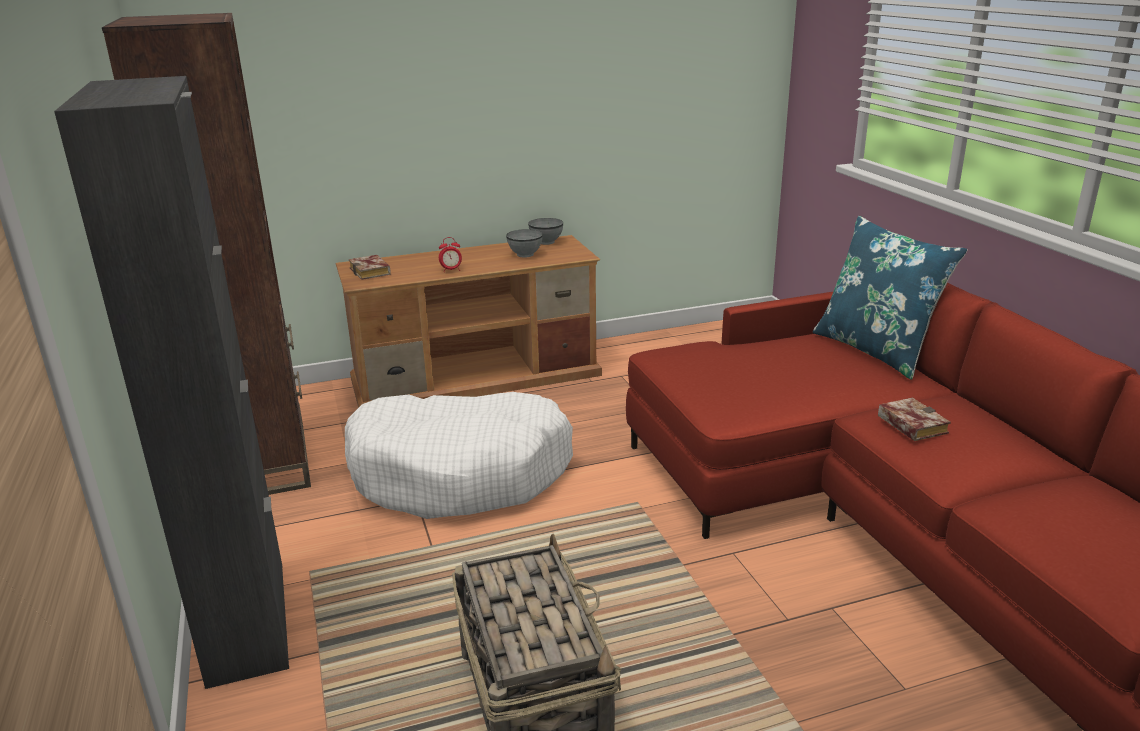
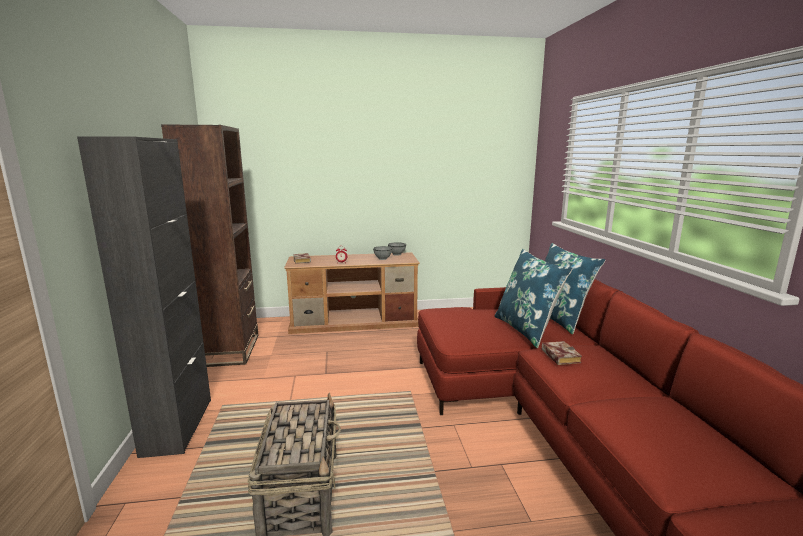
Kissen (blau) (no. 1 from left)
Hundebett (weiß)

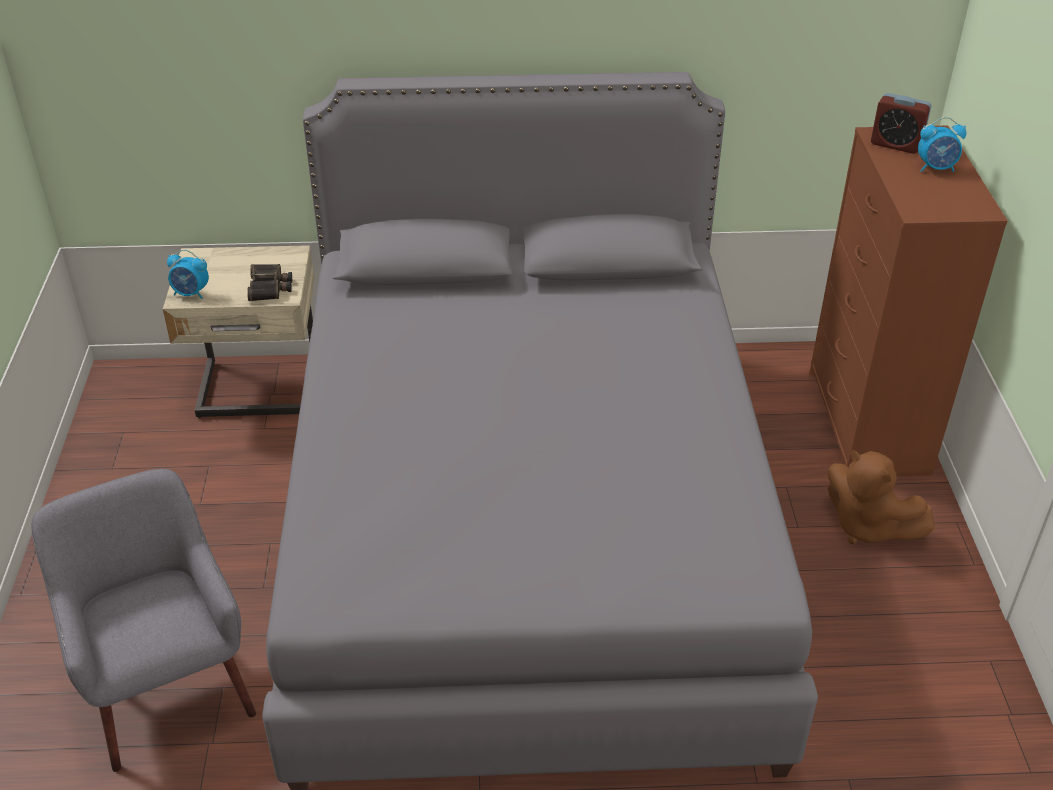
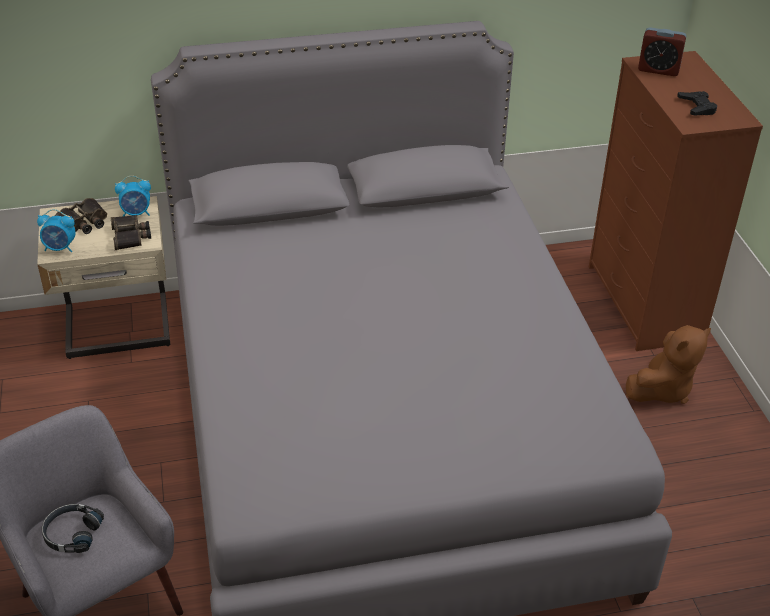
Kopfhörer (schwarz)
Fernglas (no. 1 from left)
Wecker (no. 2 from left)
Plüschtier (braun)
Gamepad (schwarz)

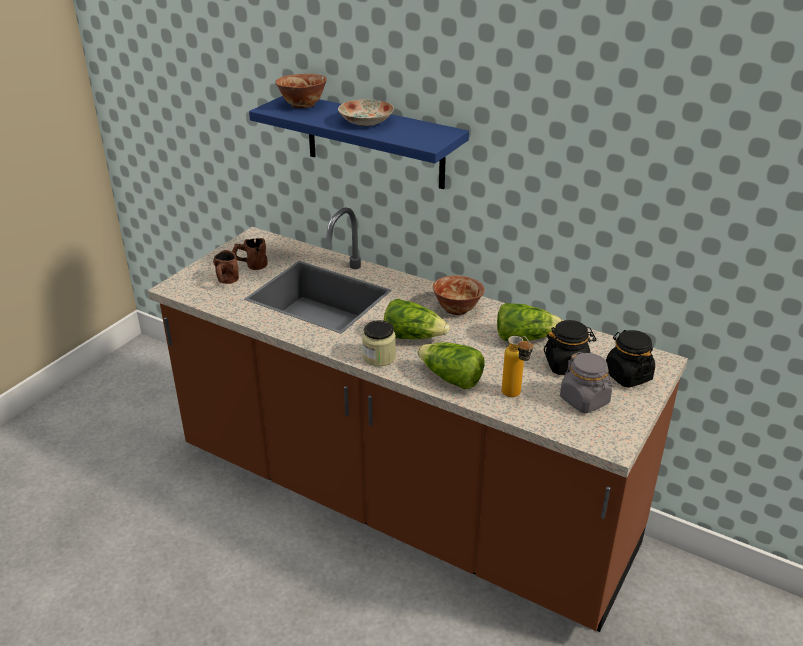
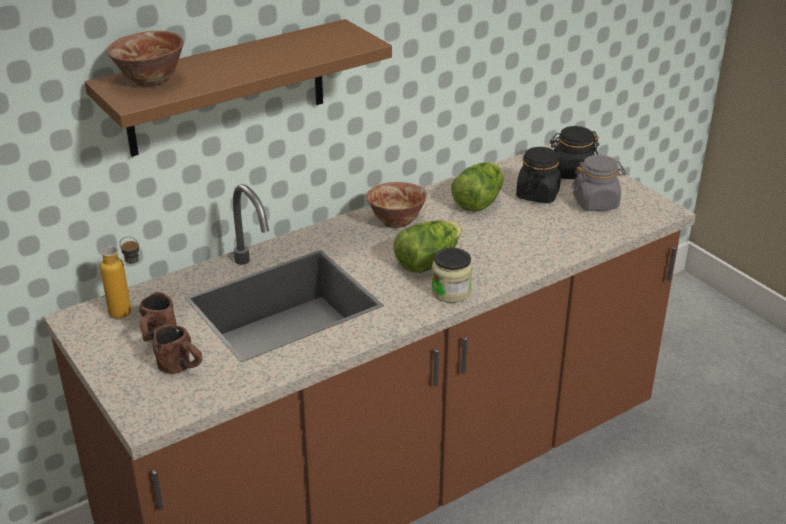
Wandregal (braun)
Flasche
Teller
Salatkopf (no. 2 from left in the first image)

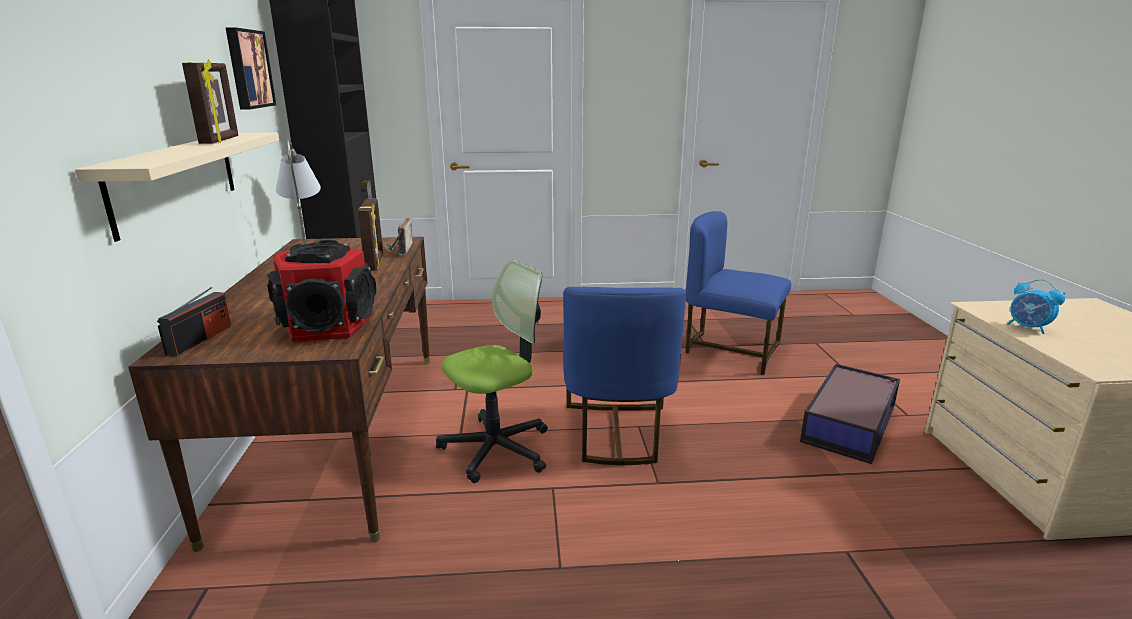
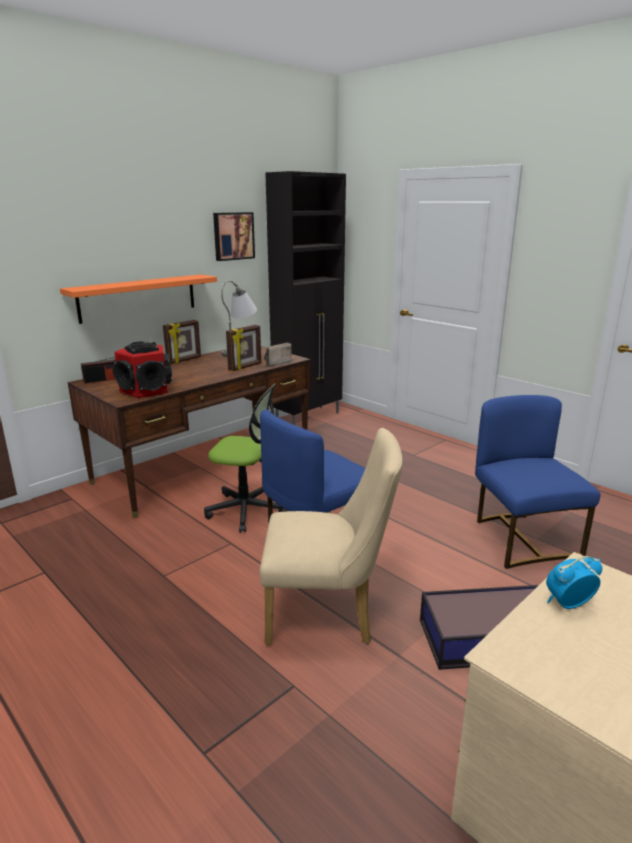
Wandregal (orange)
Bilderrahmen (no. 1 from left)
Stuhl (beige)
Wecker

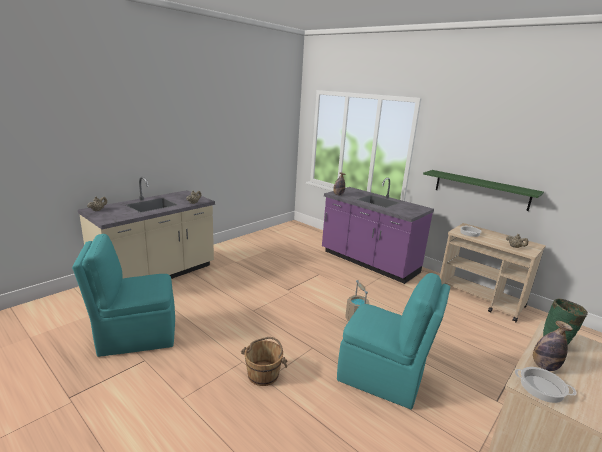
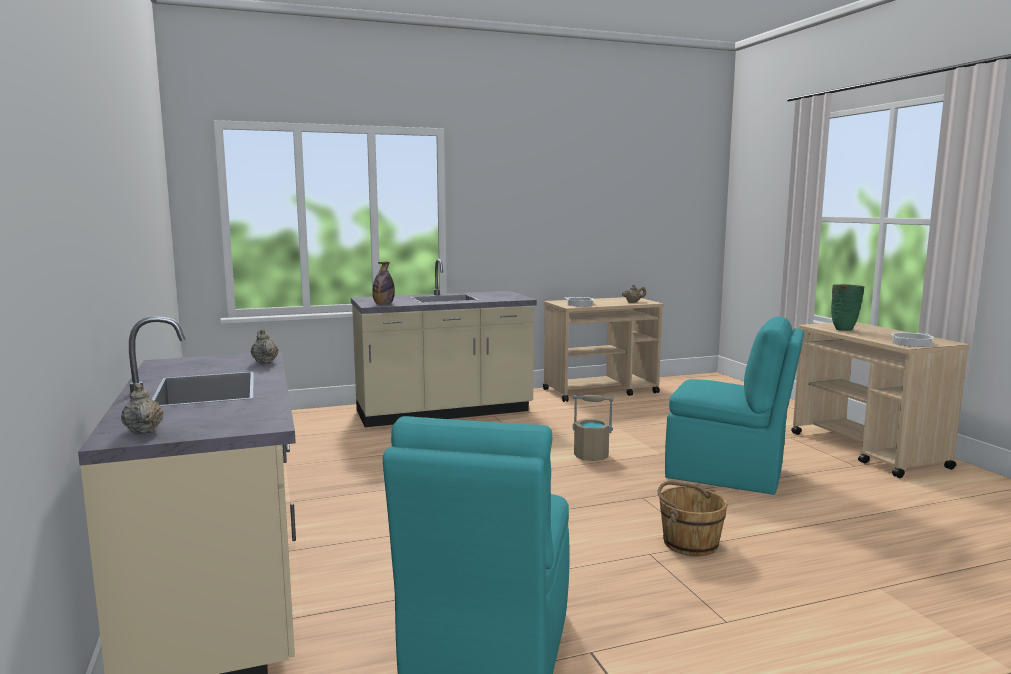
Küchenzeile (beige) (no. 2 from left)
Stuhl (türkis) (no. 2 from left)
Wandregal (grün)
Flasche (no. 2 from left in the first image)

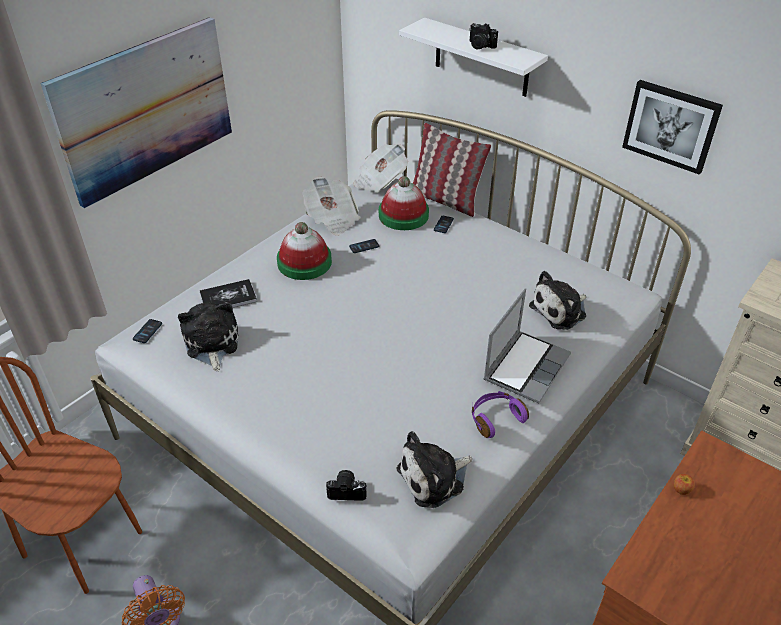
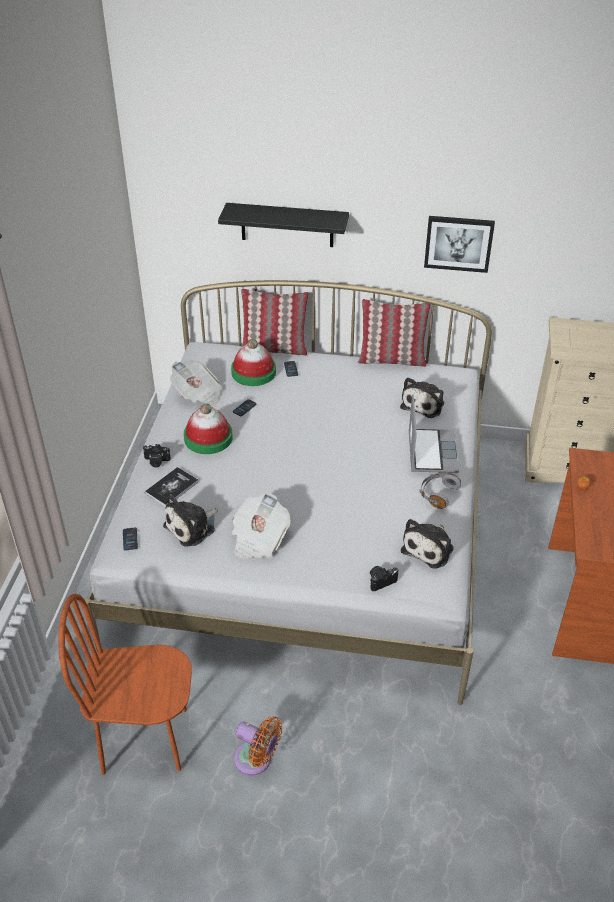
Kamera (no. 1 from left)
Plüschtier (no. 1 from left)
Wandregal (schwarz)
Zeitung (no. 2 from left)
Kissen (no. 2 from left)
Kopfhörer (grau)
Bild (no. 1 from left in the first image)

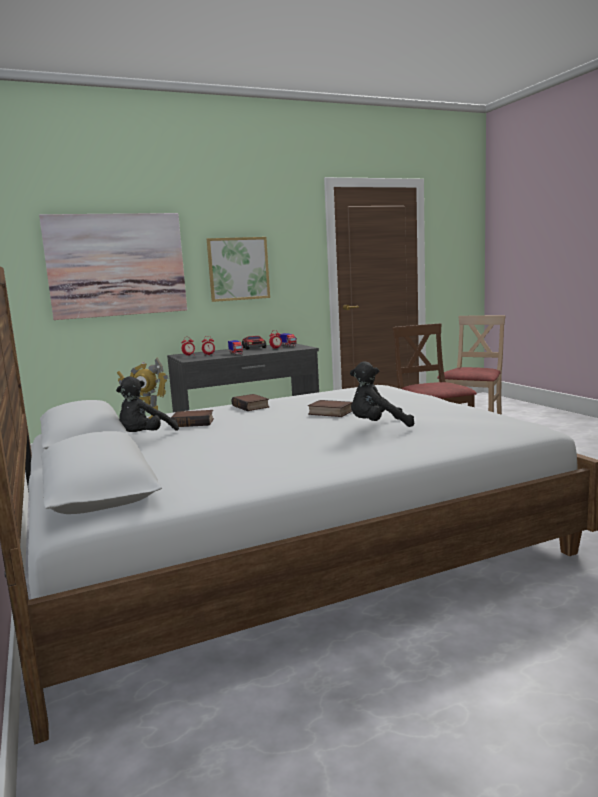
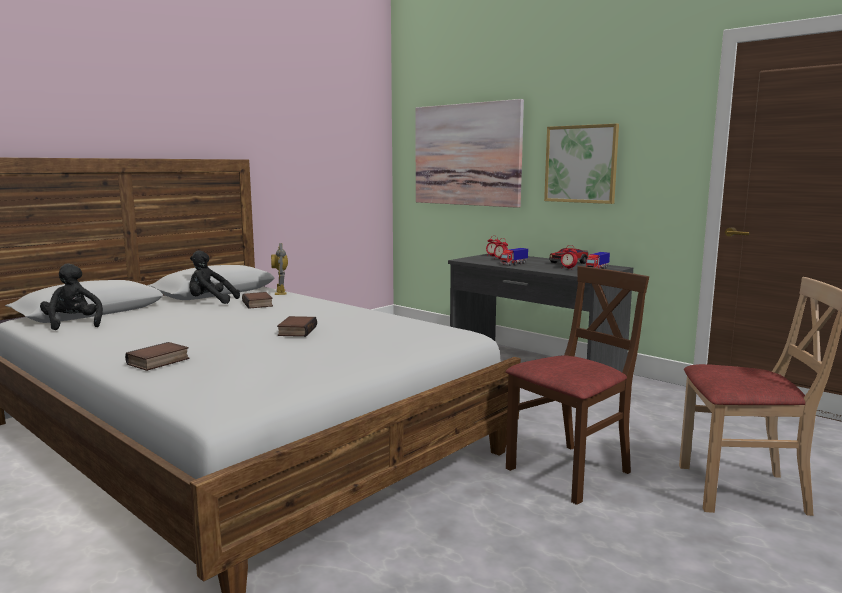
Plüschtier (schwarz) (no. 1 from left)
Buch (no. 1 from left)

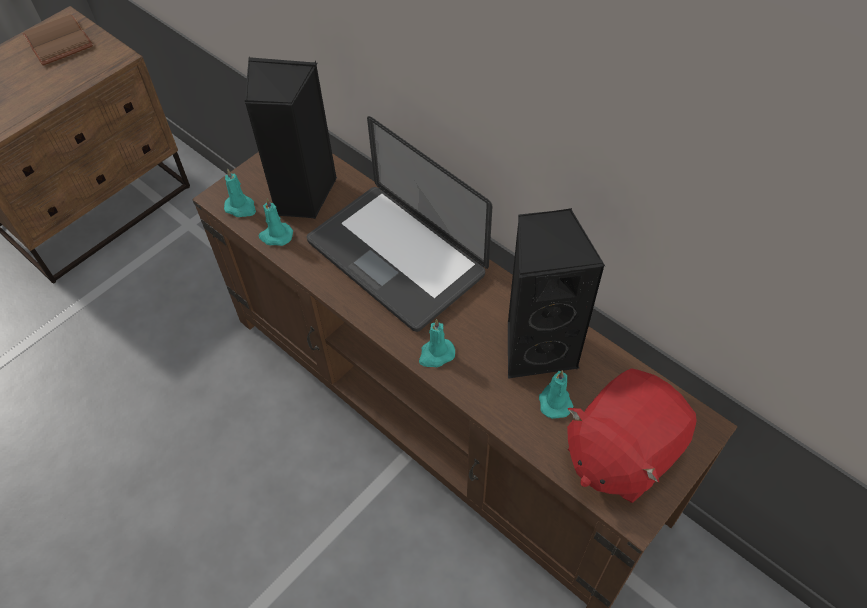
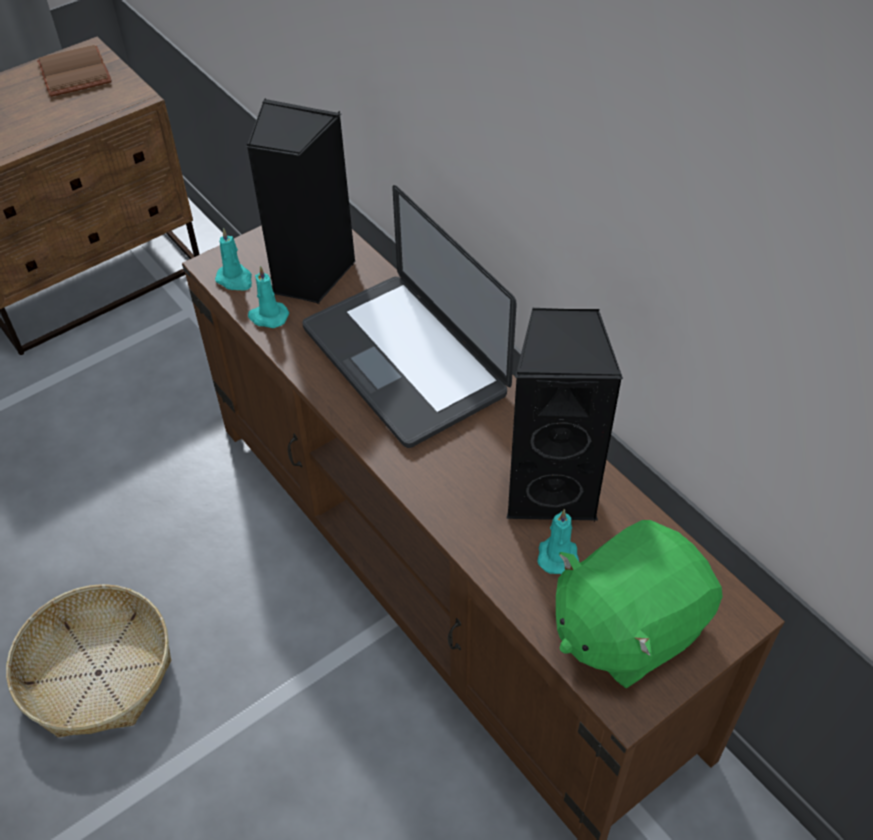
Korb
Plüschtier (grün)
Kerze (türkis) (no. 3 from left in the first image)

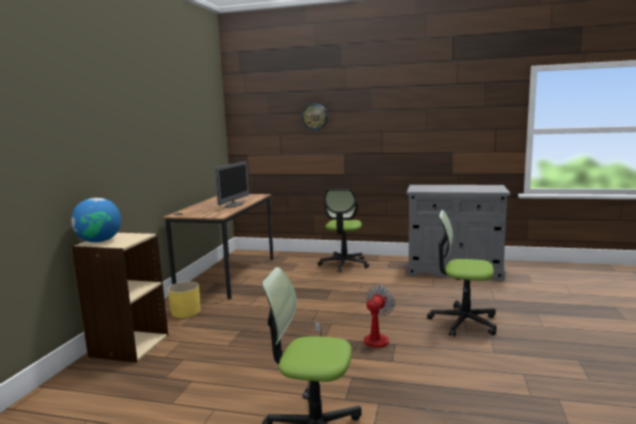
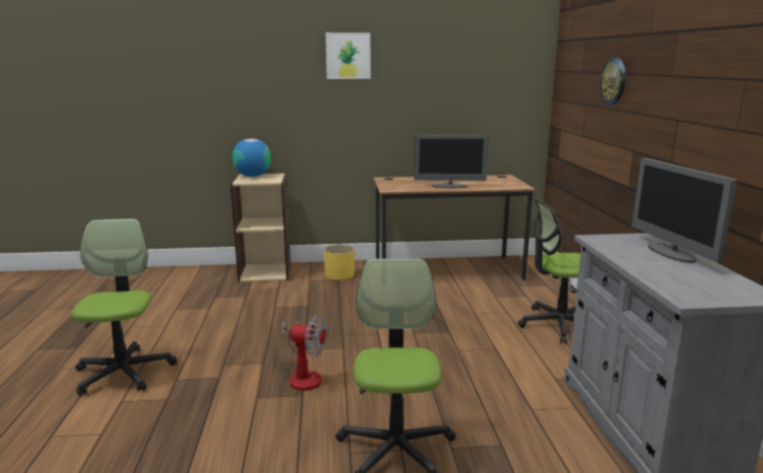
Bild
Monitor (no. 2 from left)

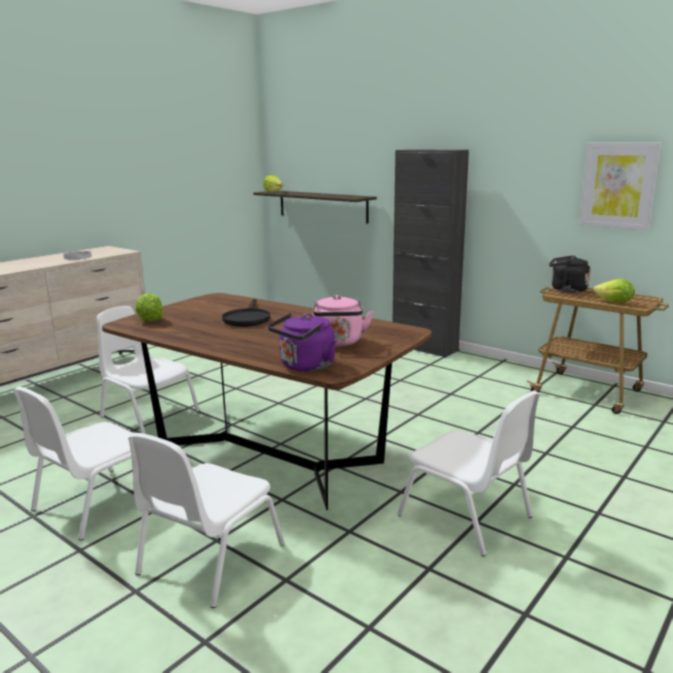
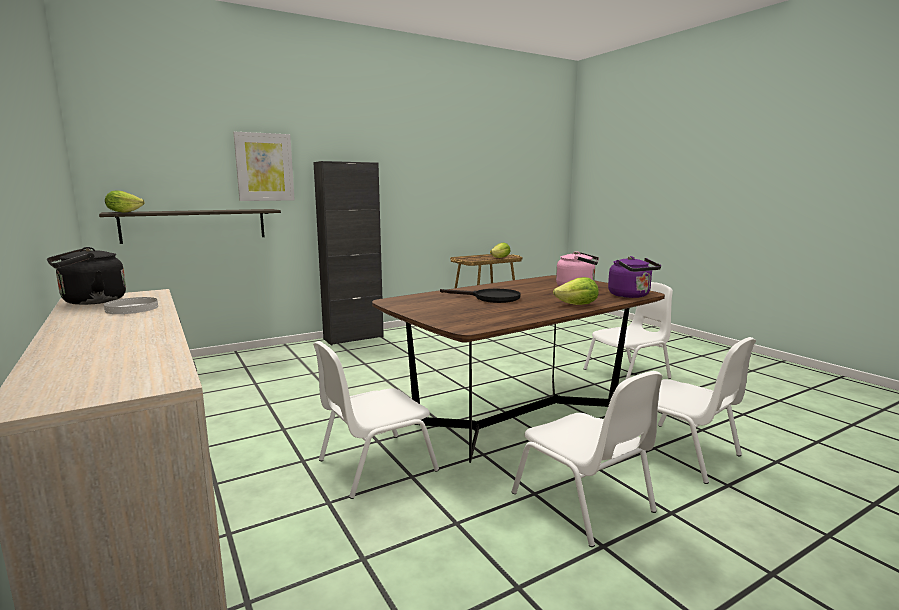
Wasserkessel (schwarz)
Bild
Salatkopf (no. 3 from left)

